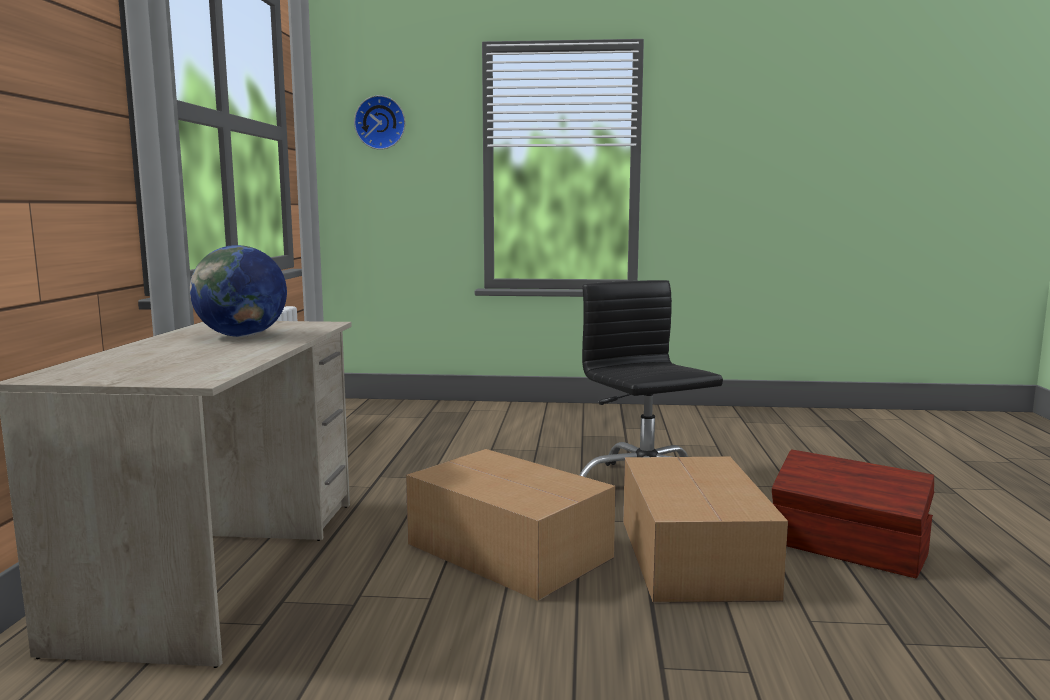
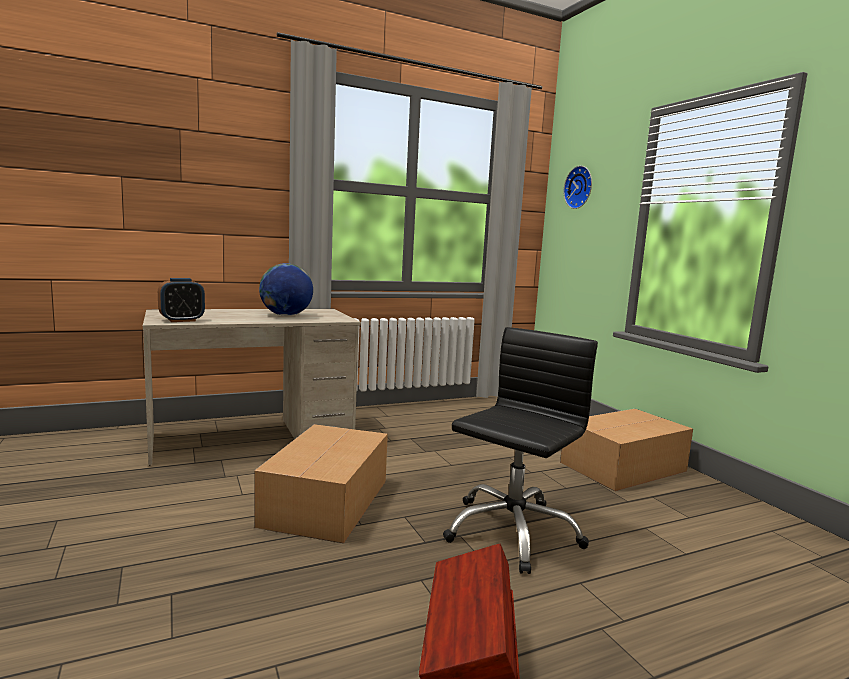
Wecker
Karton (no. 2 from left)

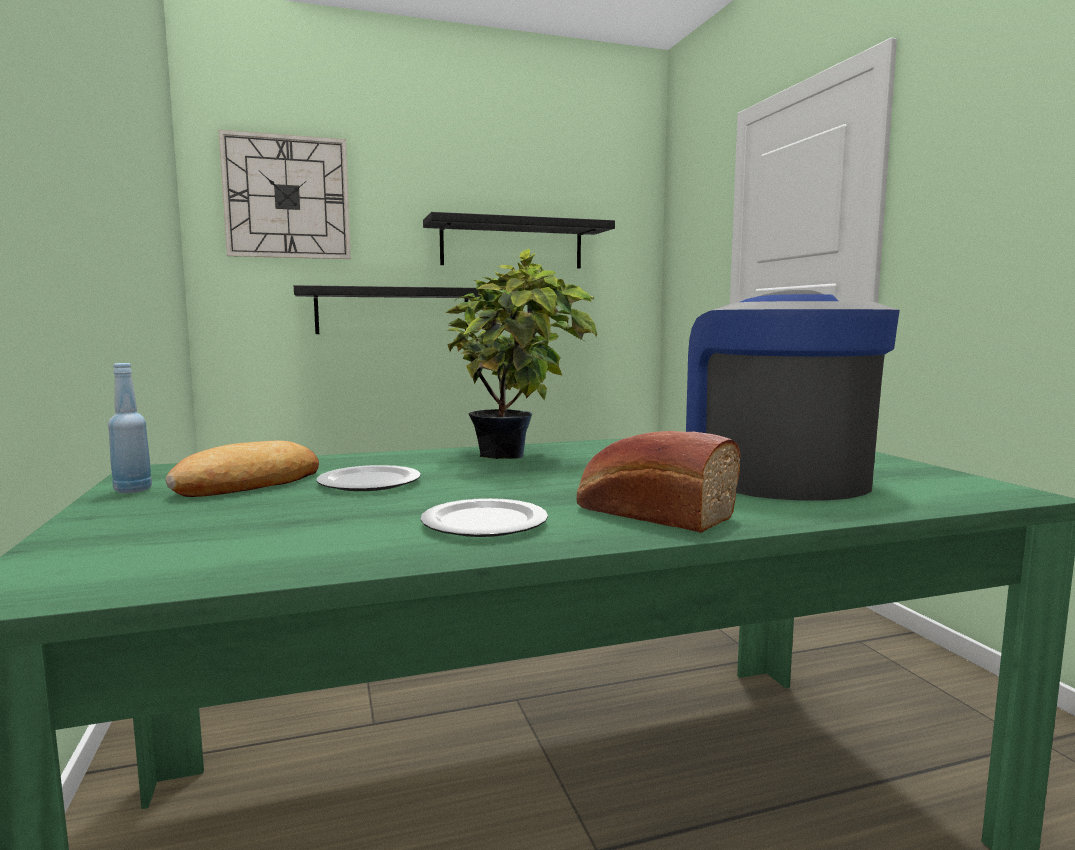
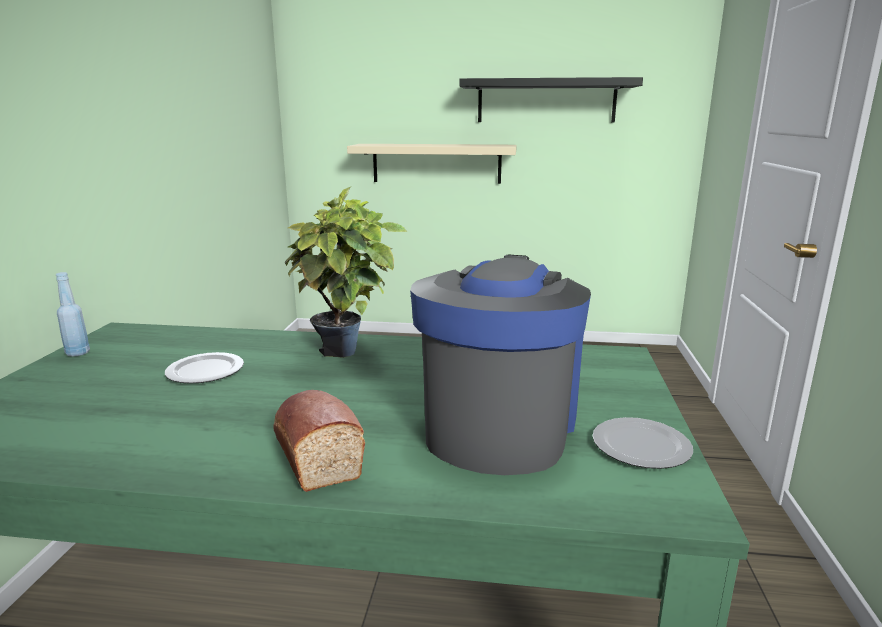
Wandregal (beige)
Teller (no. 2 from left)
Brot (no. 1 from left in the first image)
Wanduhr

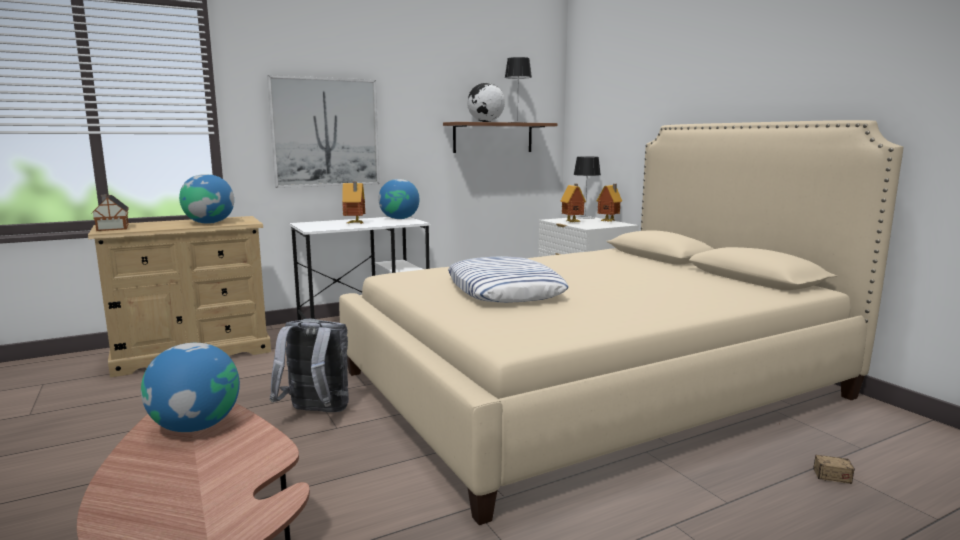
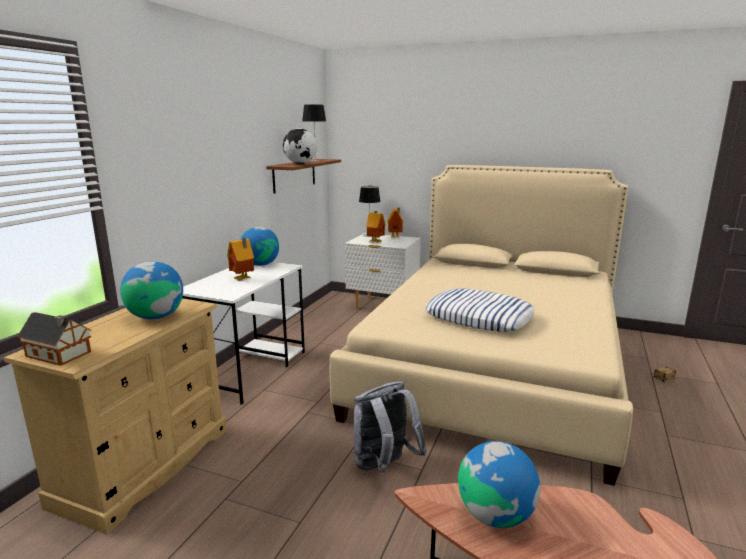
Bild

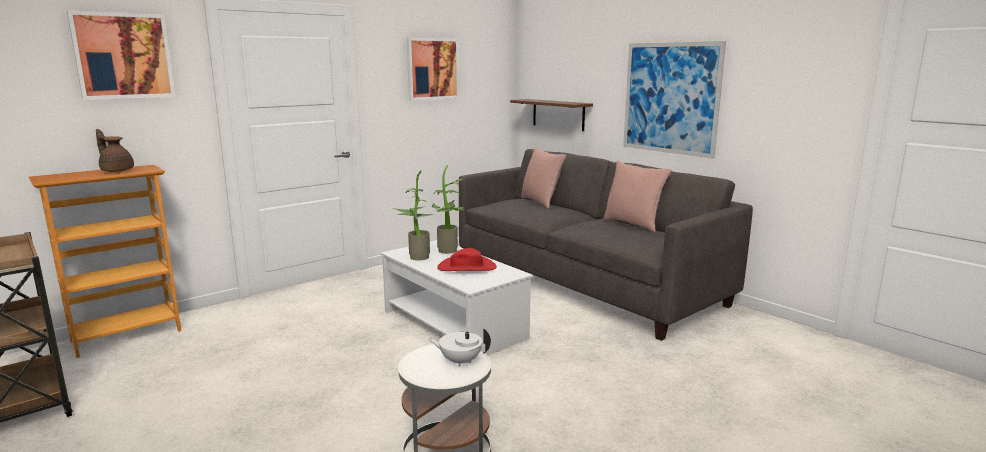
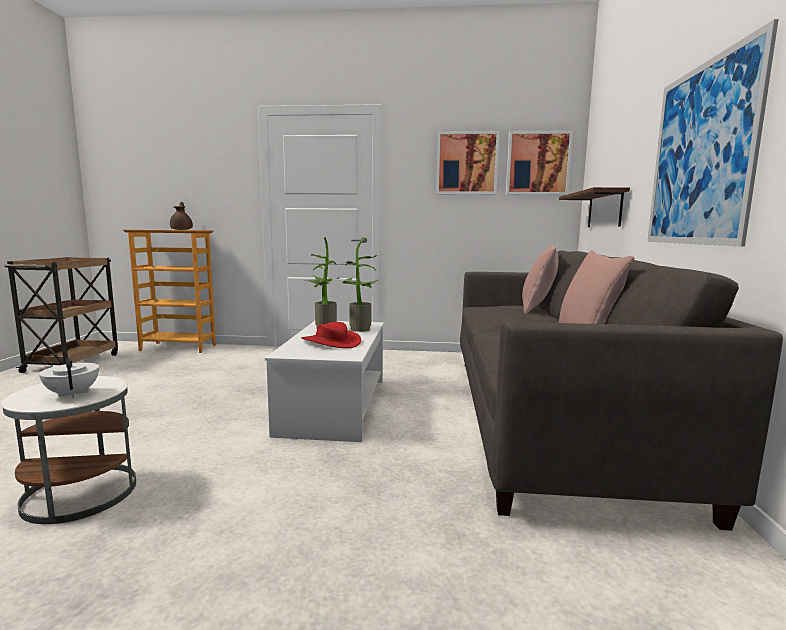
Bild (no. 2 from left)

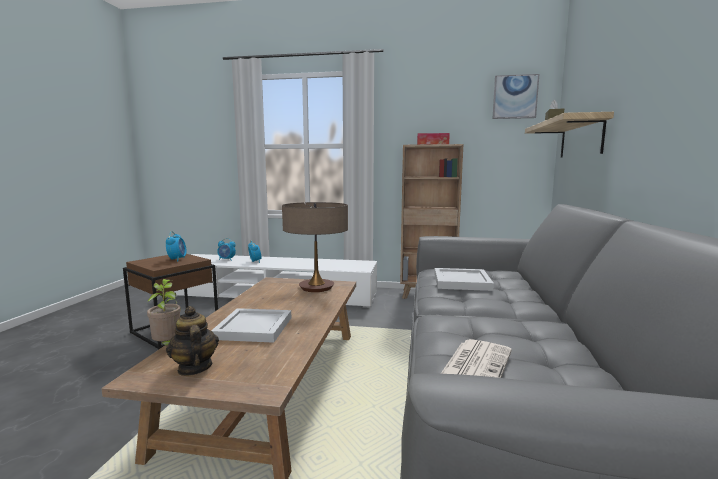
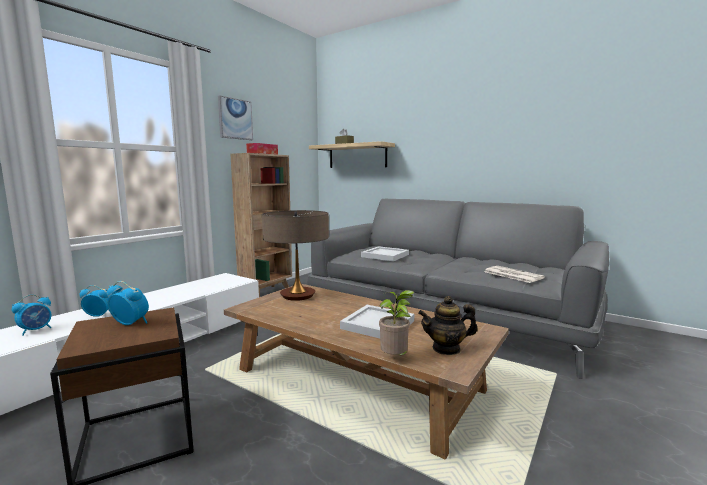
Bild

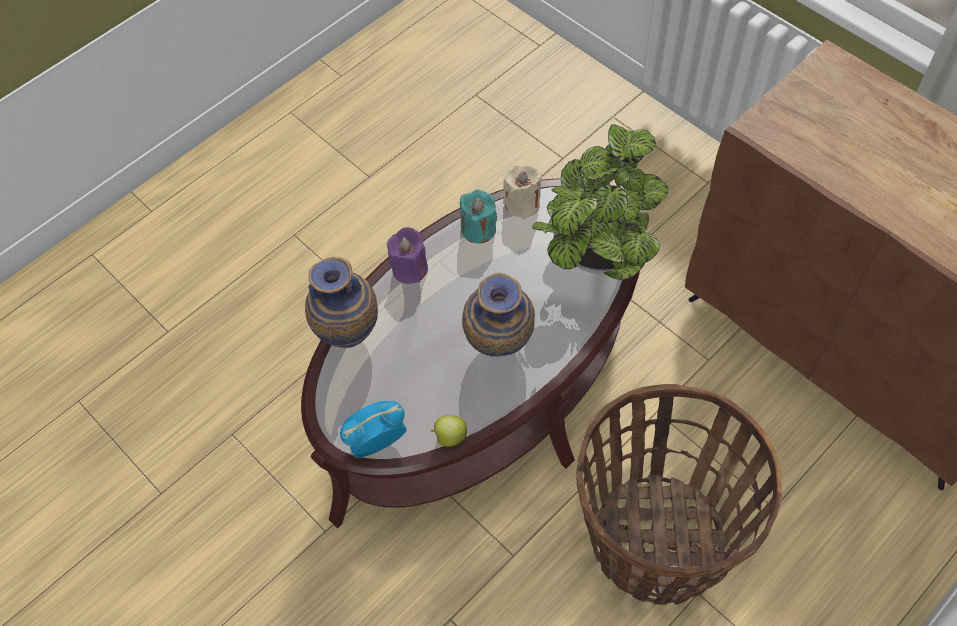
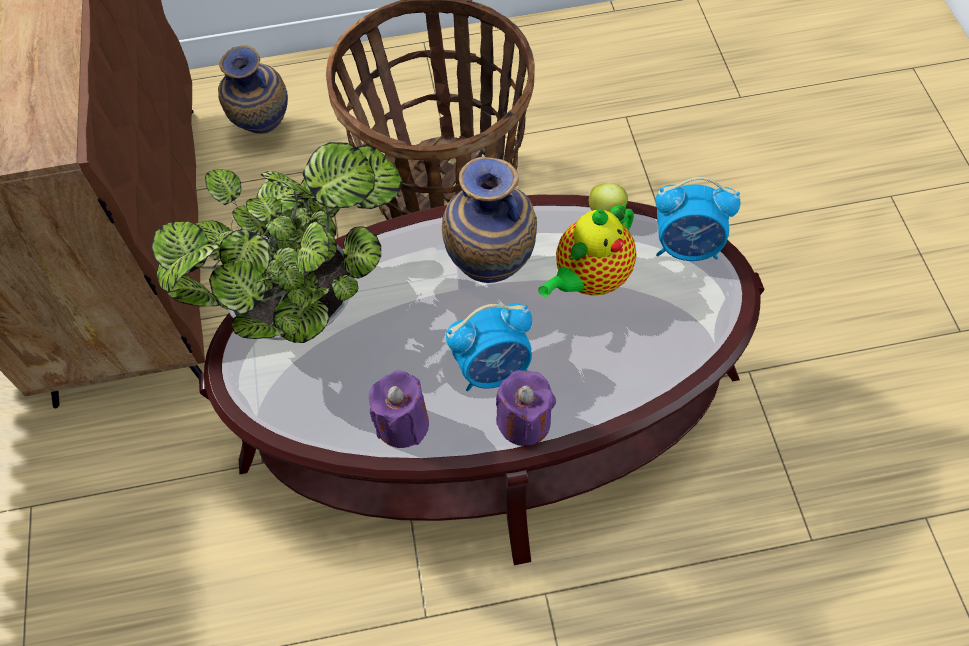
Vase (no. 1 from left)
Kerze (lila) (no. 1 from left)
Wecker (no. 1 from left)
Teekanne
Kerze (beige)

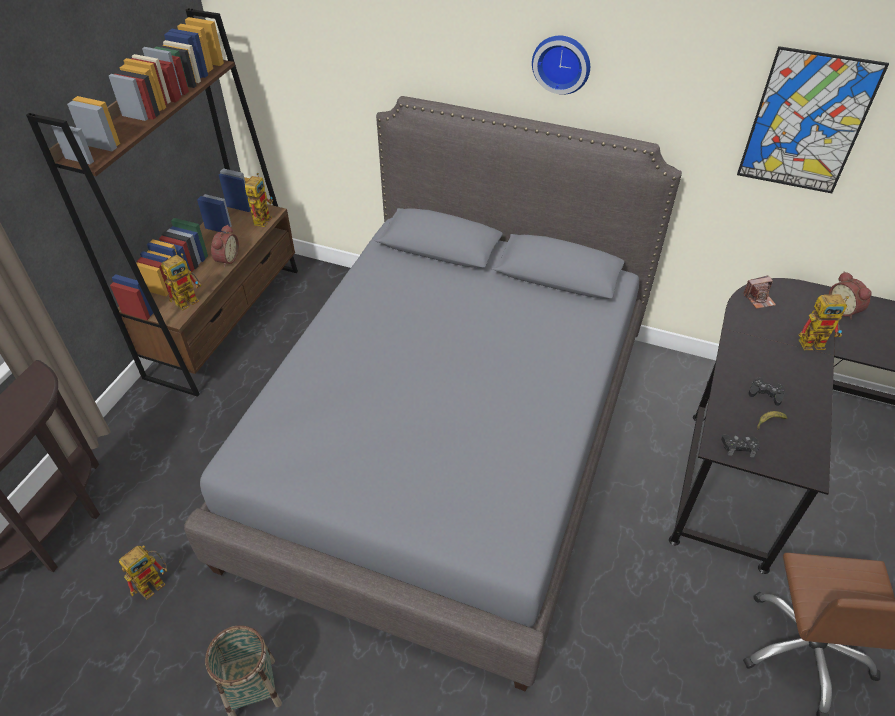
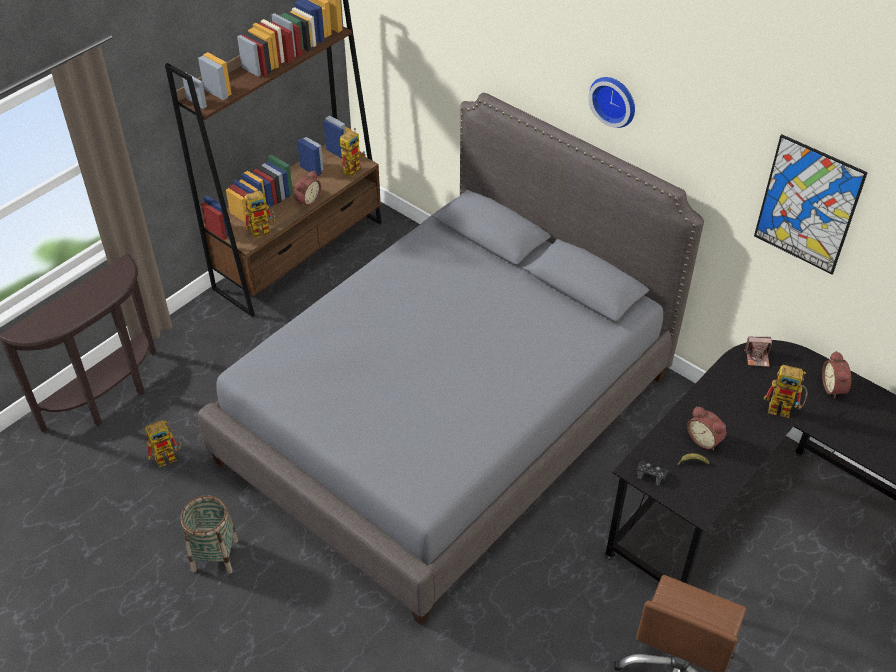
Wecker (no. 2 from left)

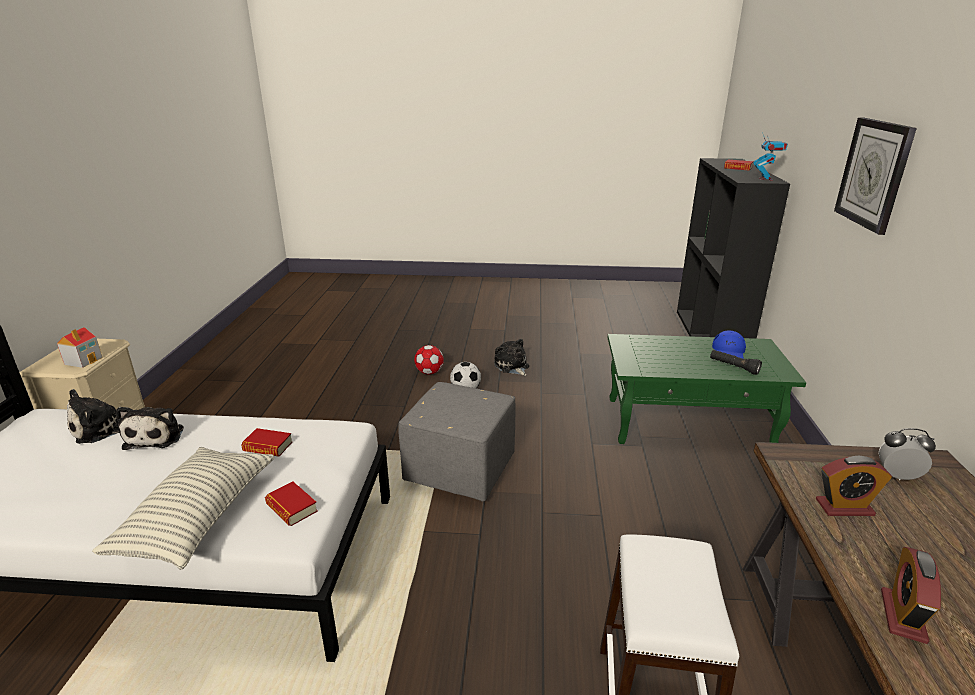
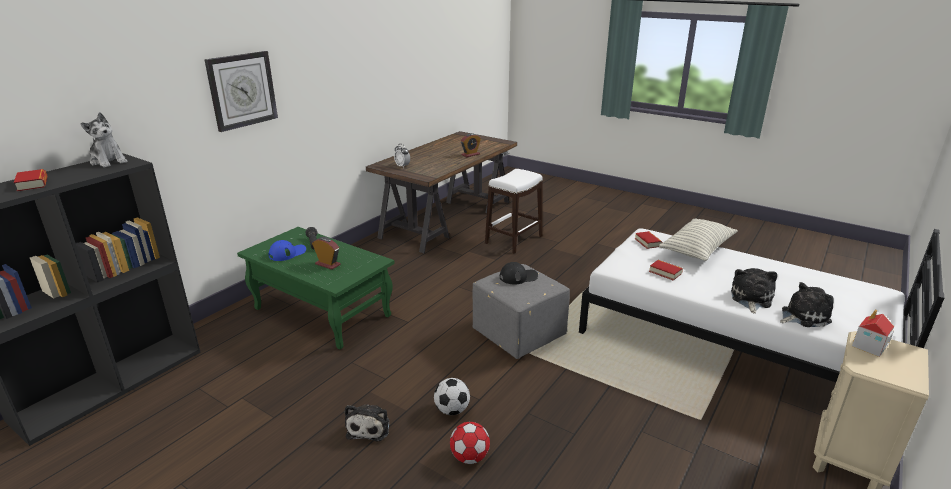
Plüschtier (no. 1 from left)
Wecker (no. 1 from left)
Kappe (schwarz)

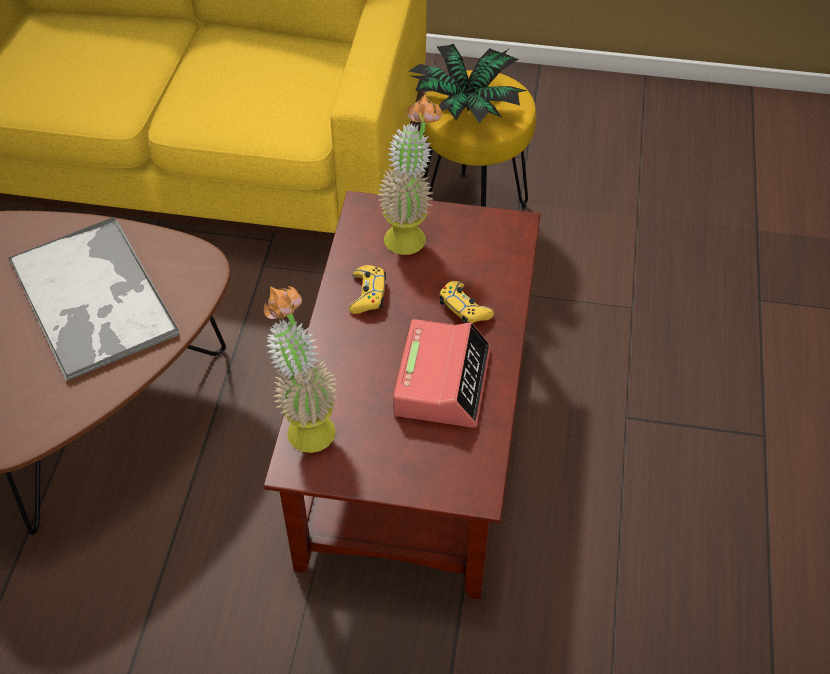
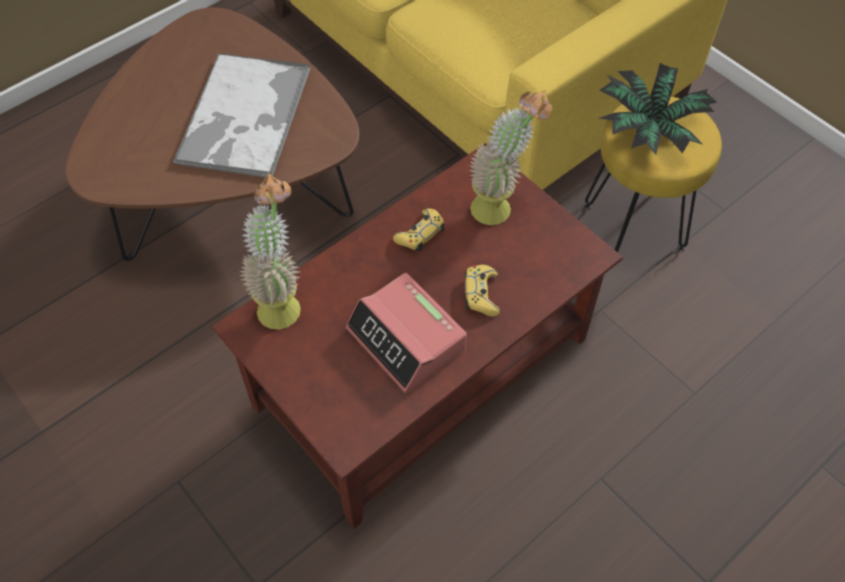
Wecker

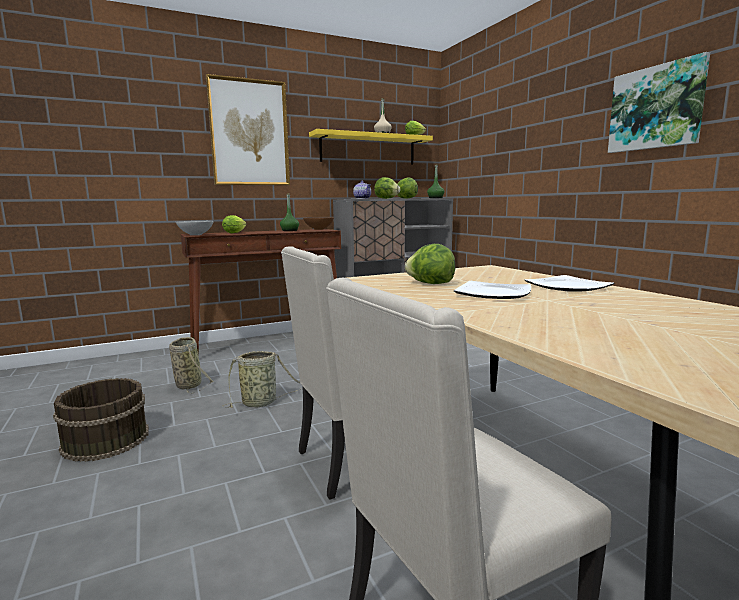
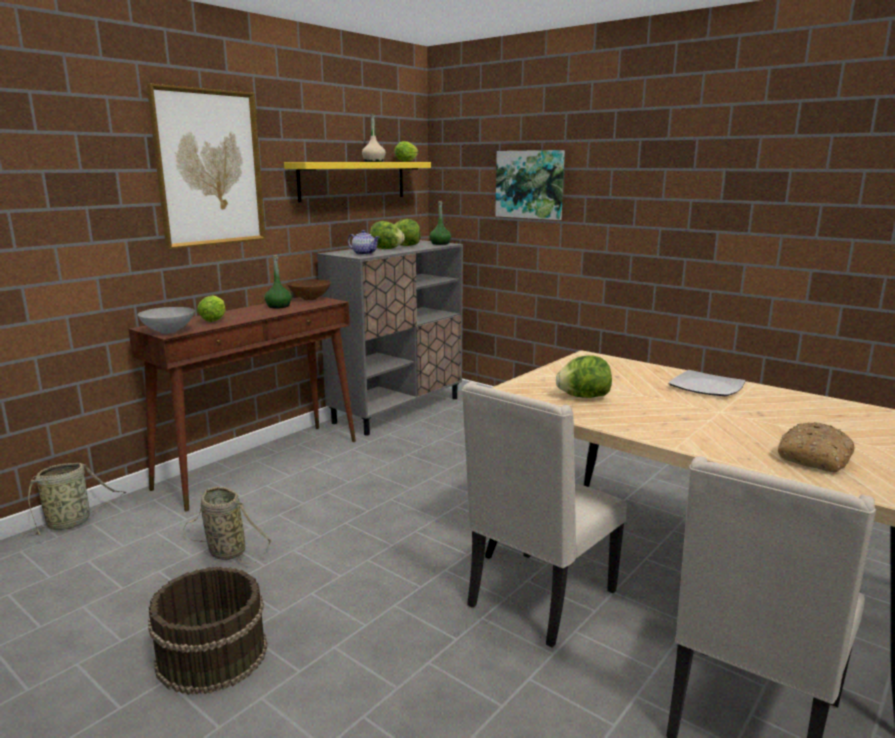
Korb (no. 1 from left)
Bild (no. 2 from left)
Brot
Teller (no. 1 from left in the first image)

